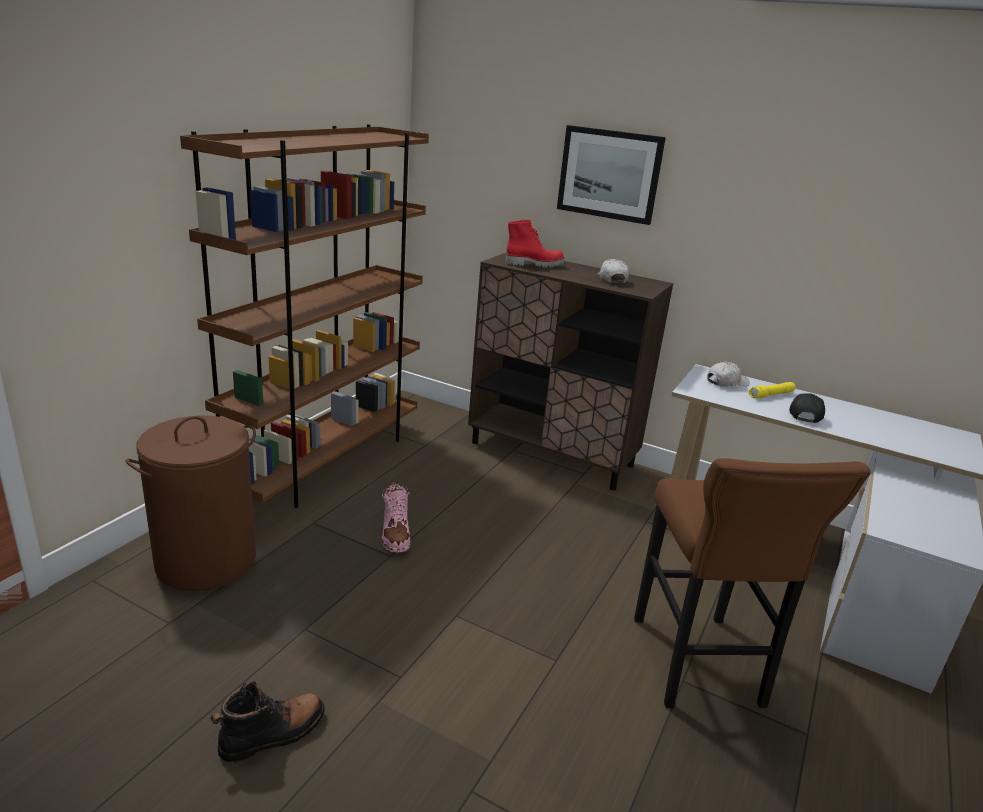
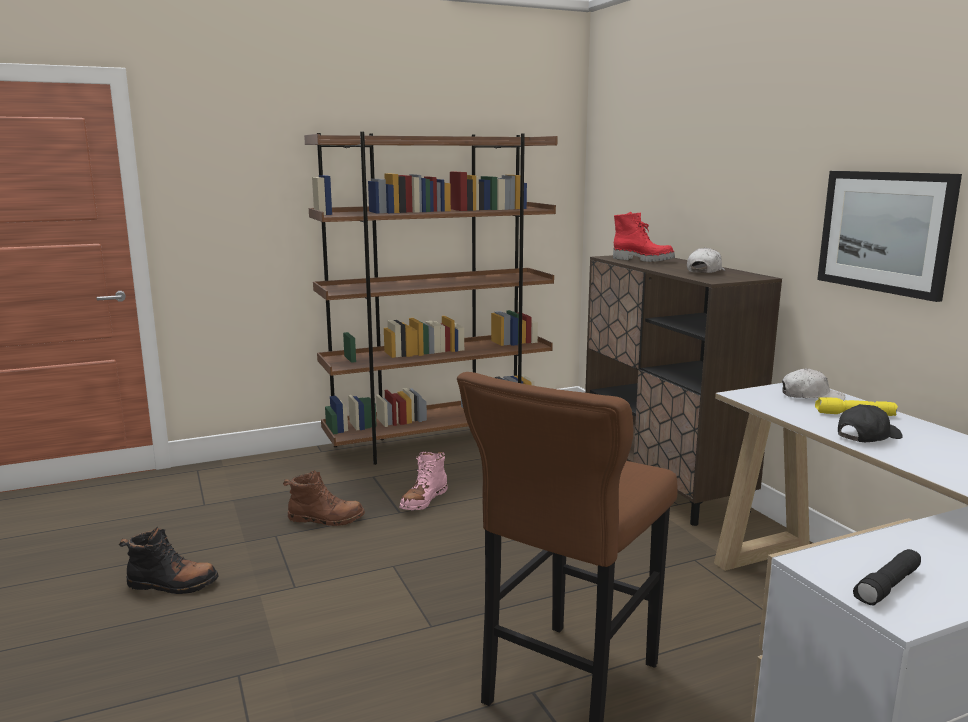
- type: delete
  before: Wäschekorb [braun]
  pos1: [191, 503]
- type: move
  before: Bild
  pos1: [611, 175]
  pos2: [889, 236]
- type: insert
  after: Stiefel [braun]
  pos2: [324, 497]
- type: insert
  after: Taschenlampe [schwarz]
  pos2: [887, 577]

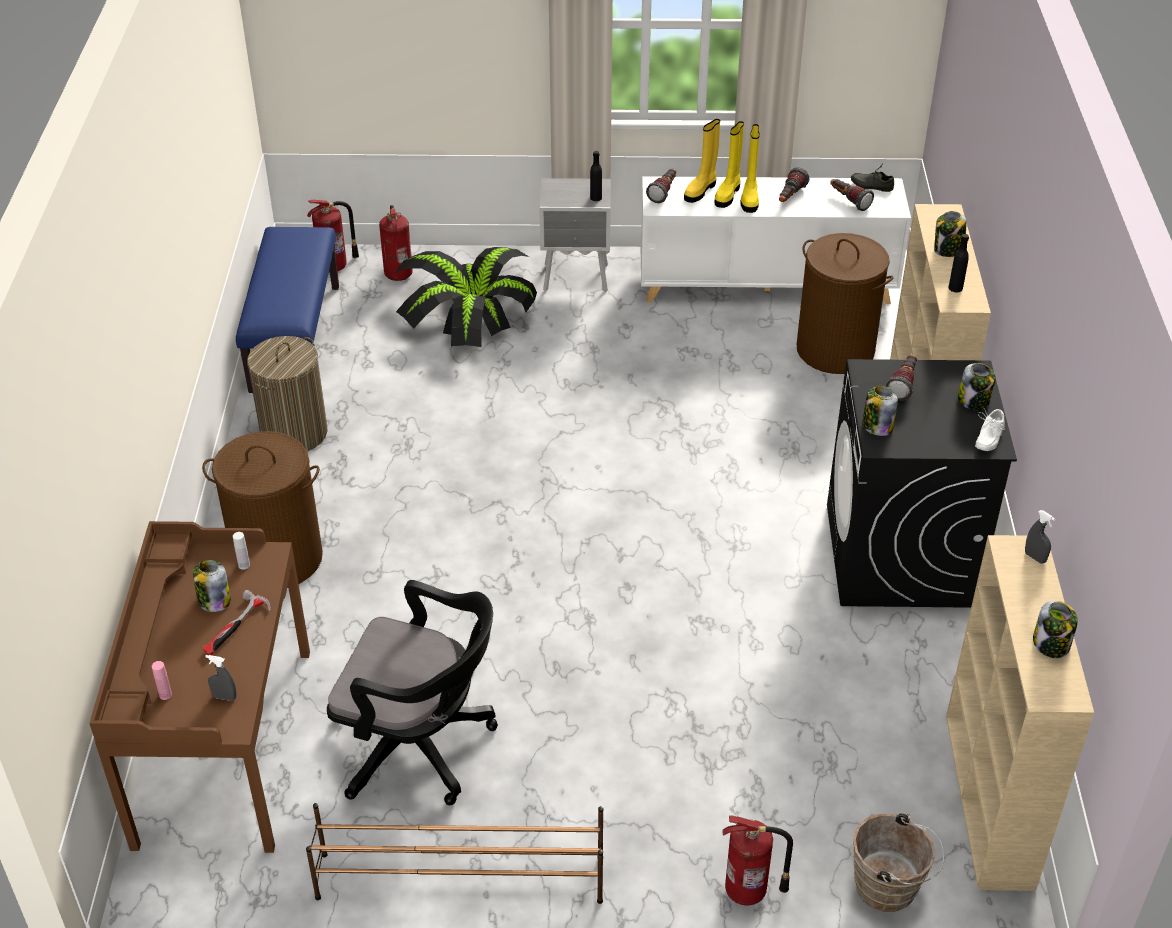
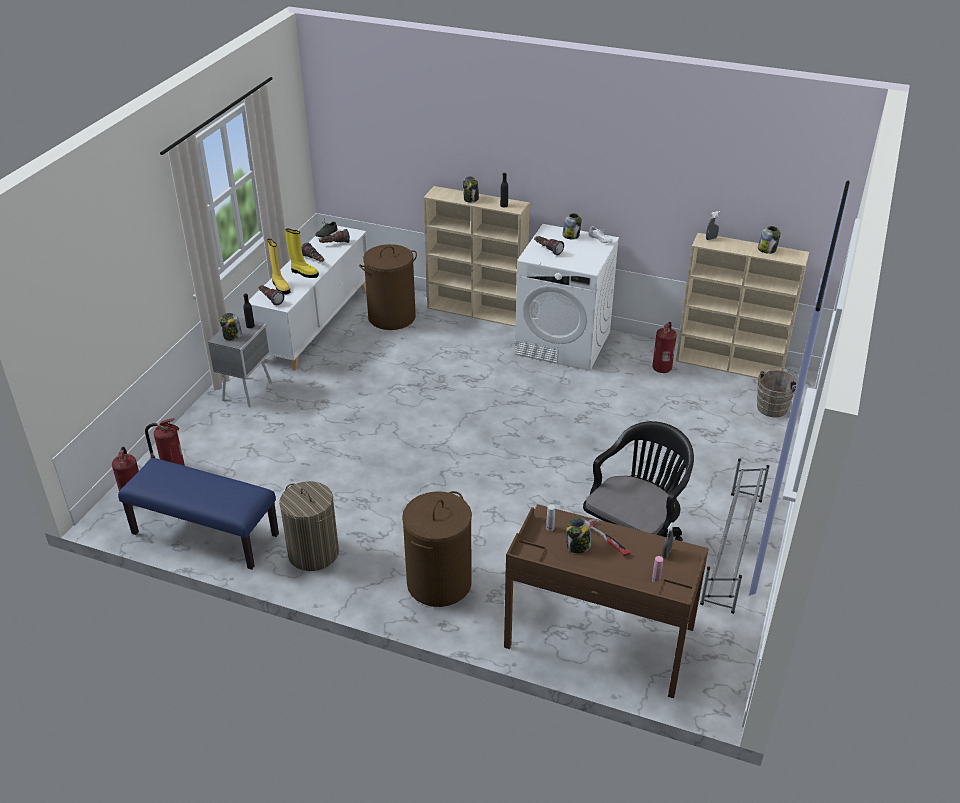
- type: recolor
  before: Schuhregal [braun]
  after: Schuhregal [grau]
  pos1: [455, 853]
  pos2: [735, 536]
- type: delete
  before: Topfpflanze
  pos1: [466, 297]
- type: delete
  before: Stiefel [gelb]
  pos1: [729, 164]
- type: move
  before: Feuerlöscher
  pos1: [757, 860]
  pos2: [664, 347]
- type: recolor
  before: Waschmaschine [schwarz]
  after: Waschmaschine [weiß]
  pos1: [922, 483]
  pos2: [567, 297]
- type: move
  before: Vorratsglas
  pos1: [880, 411]
  pos2: [231, 326]

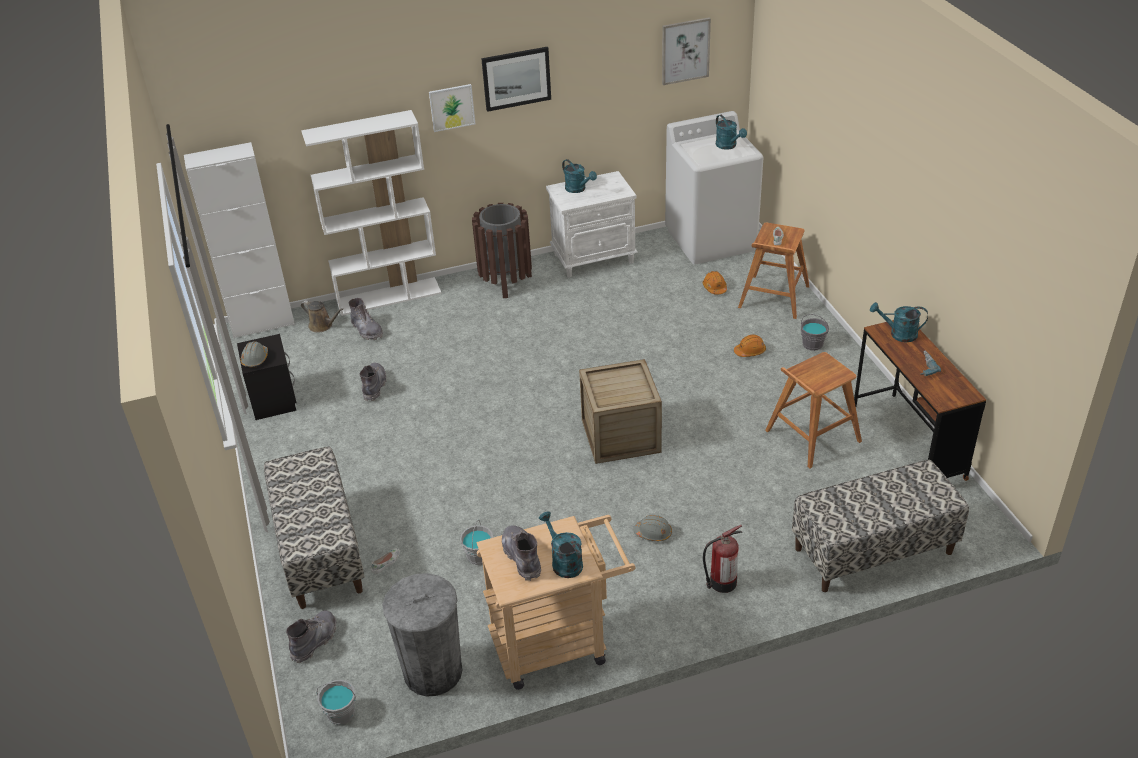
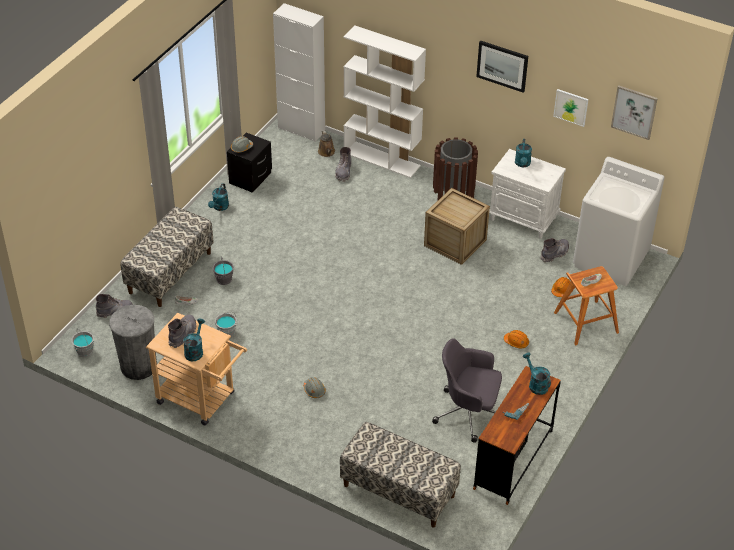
- type: move
  before: Stiefel [grau]
  pos1: [373, 382]
  pos2: [554, 250]
- type: move
  before: Bild
  pos1: [452, 108]
  pos2: [571, 108]
- type: move
  before: Kiste
  pos1: [620, 411]
  pos2: [457, 226]
- type: delete
  before: Feuerlöscher
  pos1: [722, 559]
- type: move
  before: Gießkanne [türkis]
  pos1: [731, 132]
  pos2: [218, 197]
- type: replace
  before: Hocker [braun]
  after: Bürostuhl [grau]
  pos1: [813, 410]
  pos2: [467, 391]
- type: move
  before: Eimer [grau]
  pos1: [815, 332]
  pos2: [223, 271]

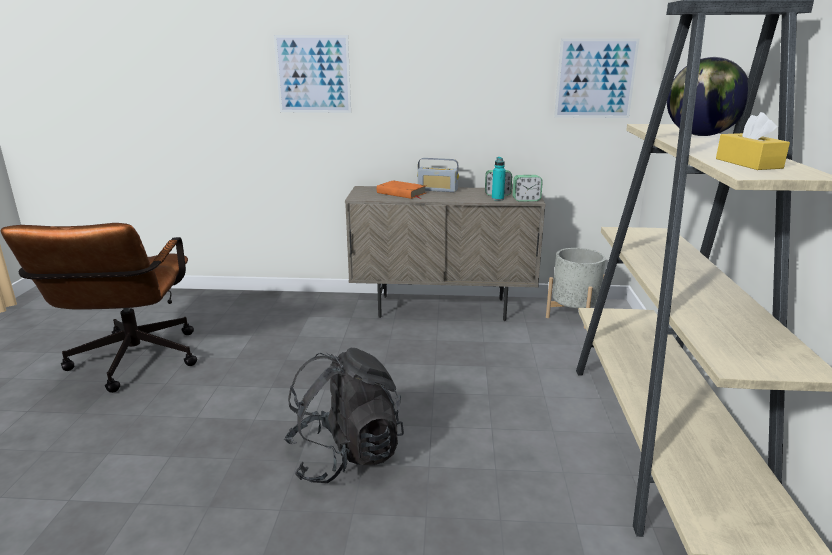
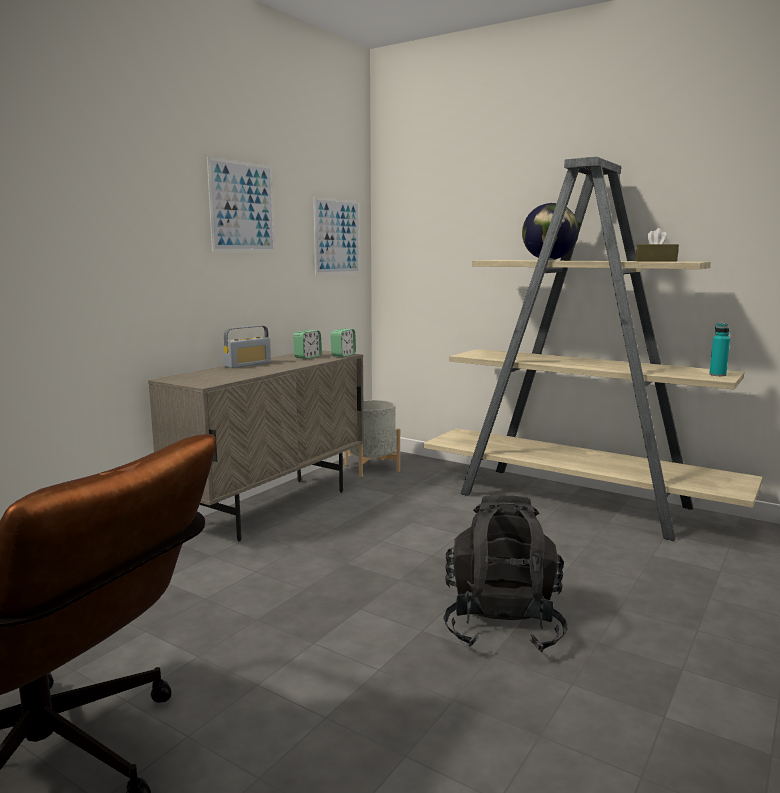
- type: move
  before: Bild
  pos1: [312, 74]
  pos2: [241, 204]
- type: delete
  before: Buch [orange]
  pos1: [401, 189]
- type: move
  before: Flasche [türkis]
  pos1: [499, 179]
  pos2: [719, 349]
- type: recolor
  before: Taschentuchbox [gelb]
  after: Taschentuchbox [braun]
  pos1: [753, 141]
  pos2: [657, 245]

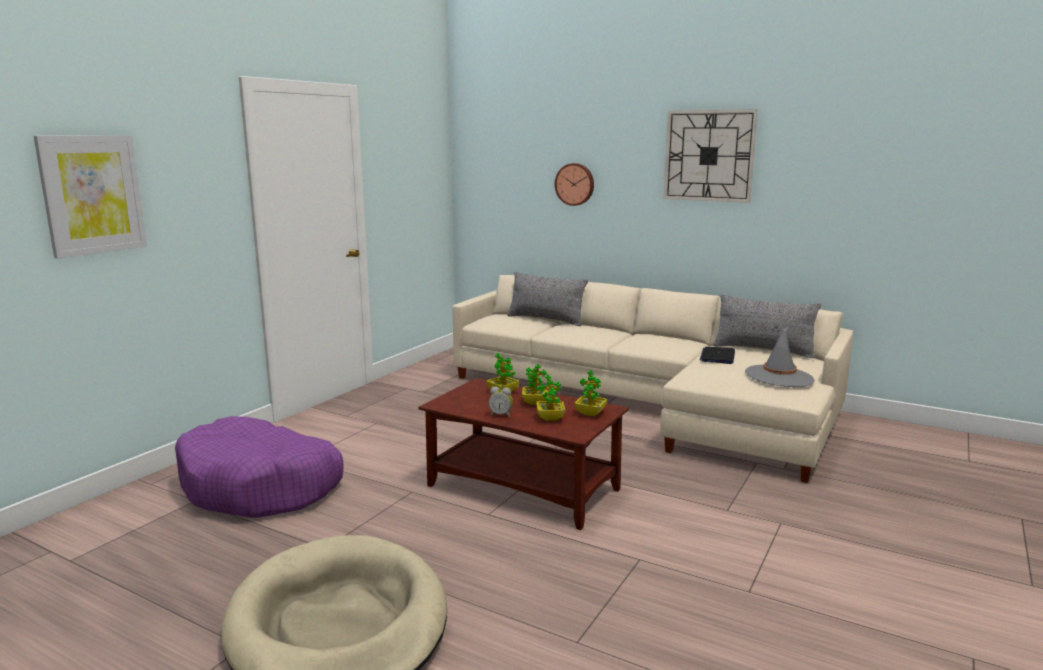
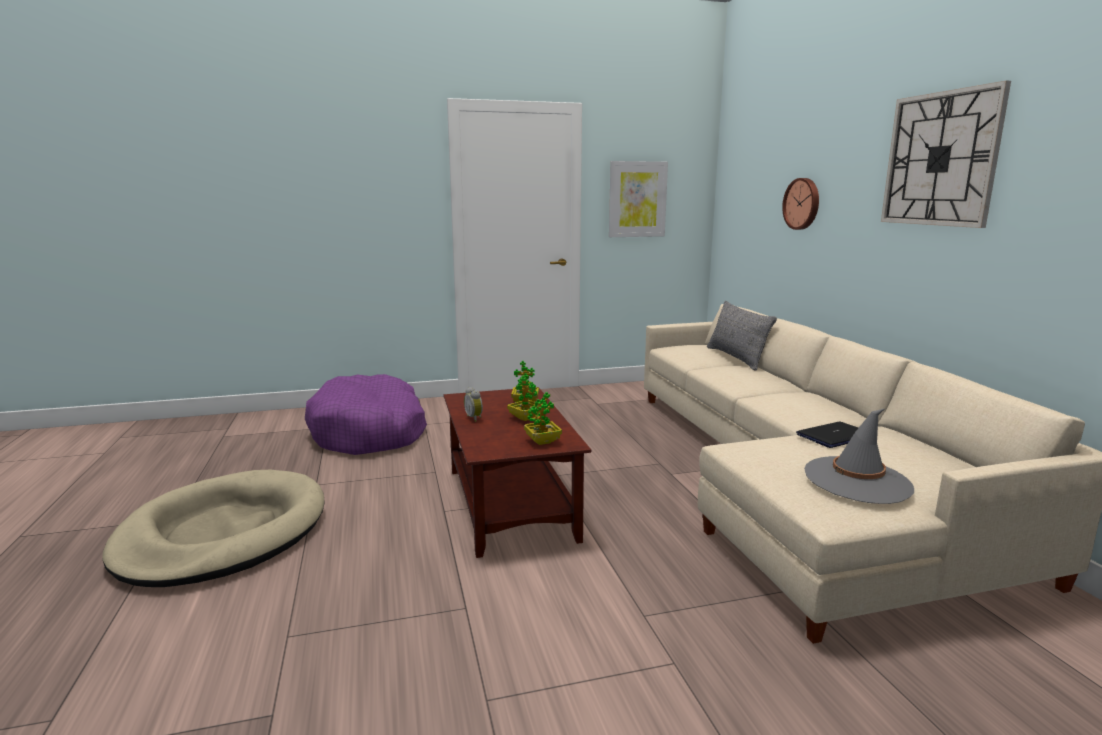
- type: move
  before: Bild
  pos1: [90, 197]
  pos2: [638, 199]
- type: delete
  before: Topfpflanze
  pos1: [550, 397]
- type: delete
  before: Kissen [grau]
  pos1: [767, 326]

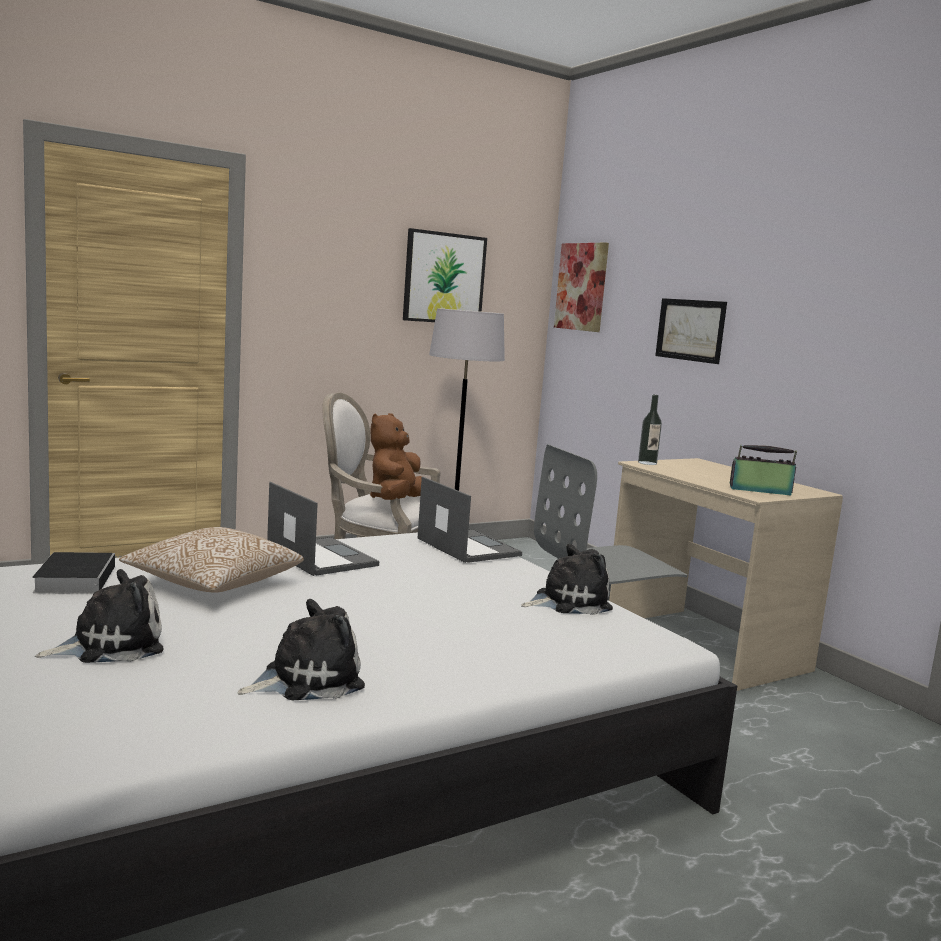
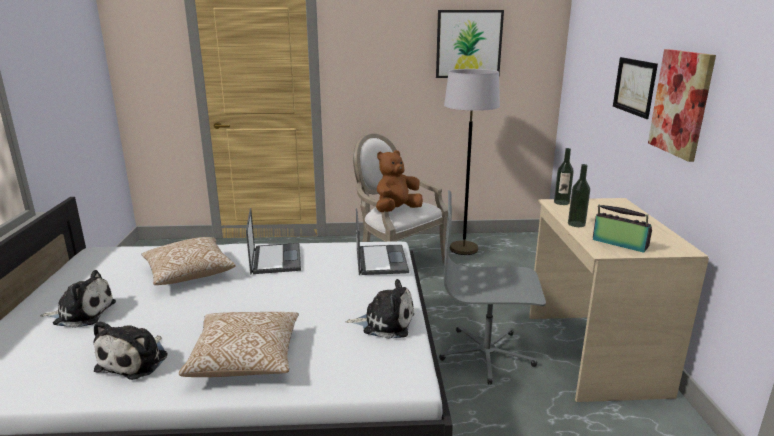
- type: delete
  before: Buch
  pos1: [73, 573]
- type: rotate
  before: Plüschtier
  pos1: [301, 649]
  pos2: [130, 350]
  turn: 105
- type: move
  before: Bild
  pos1: [581, 287]
  pos2: [682, 105]
- type: insert
  after: Kissen
  pos2: [239, 344]
- type: insert
  after: Flasche
  pos2: [579, 195]

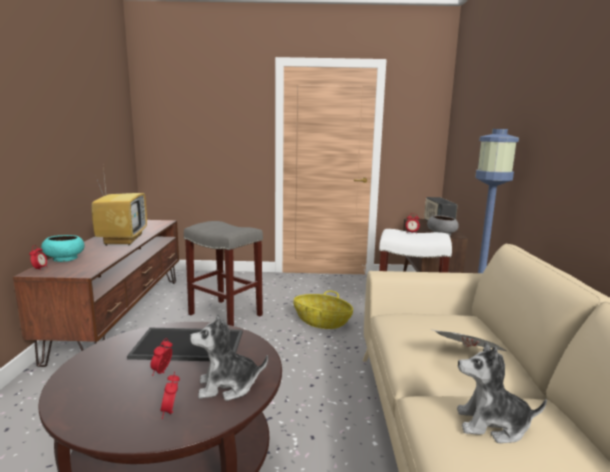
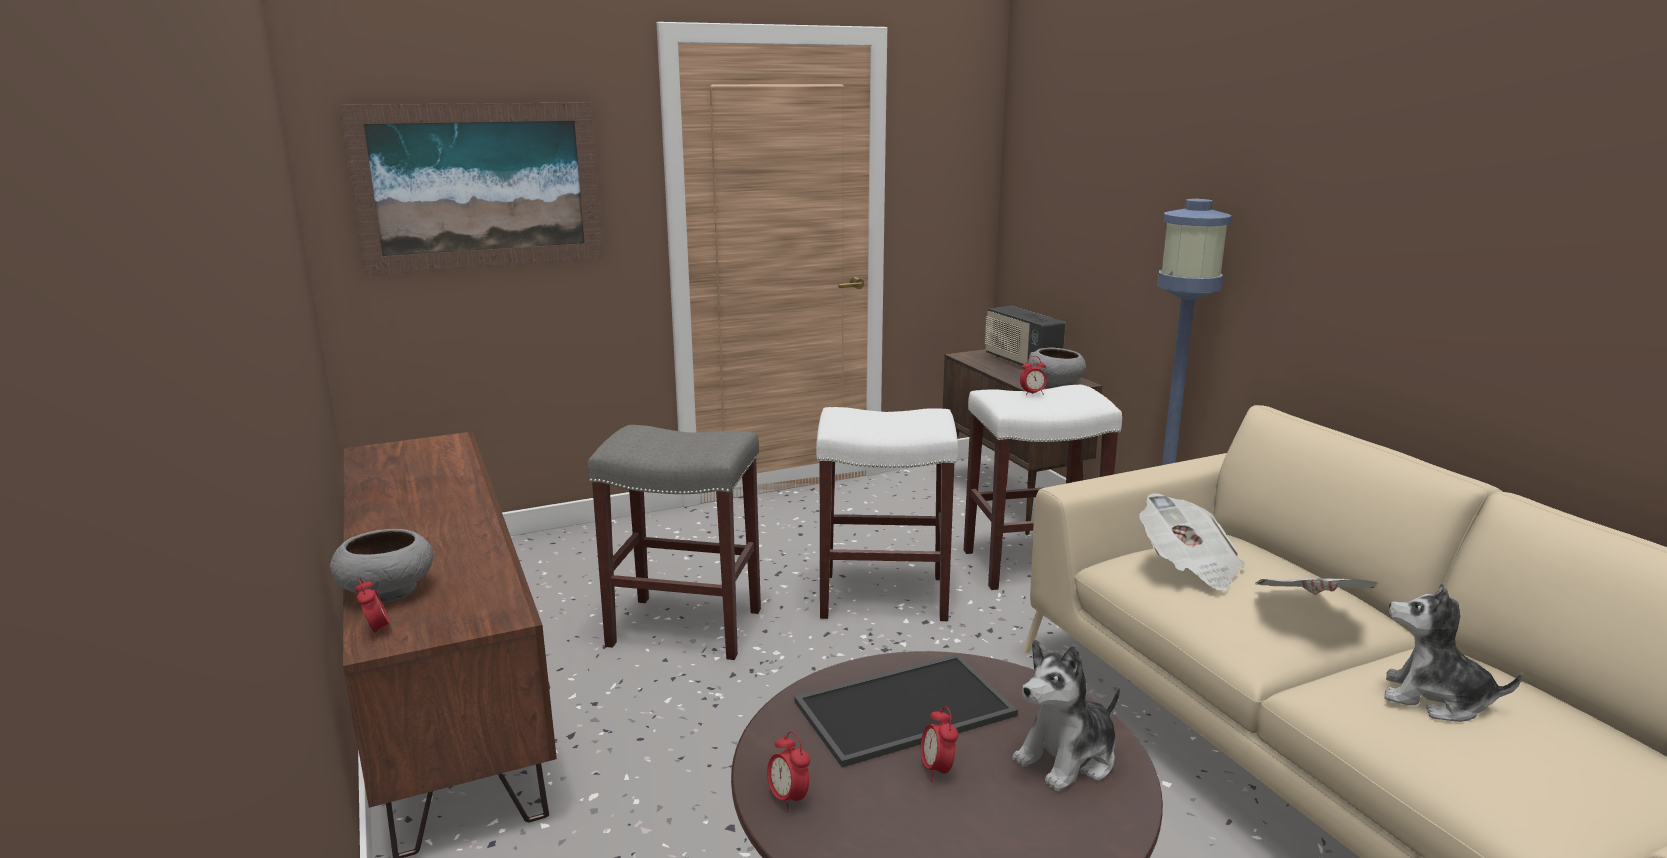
- type: recolor
  before: Schüssel [türkis]
  after: Schüssel [grau]
  pos1: [62, 248]
  pos2: [381, 566]
- type: delete
  before: Fernseher
  pos1: [119, 207]
- type: move
  before: Wecker
  pos1: [170, 395]
  pos2: [788, 771]
- type: replace
  before: Korb
  after: Hocker [weiß]
  pos1: [323, 310]
  pos2: [887, 514]
- type: rotate
  before: Plüschtier
  pos1: [502, 392]
  pos2: [1453, 652]
  turn: 45
- type: insert
  after: Bild
  pos2: [471, 188]
- type: insert
  after: Zeitung
  pos2: [1192, 542]

